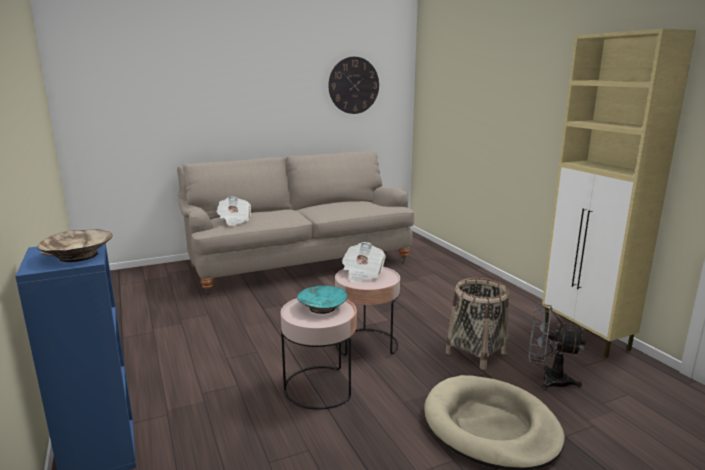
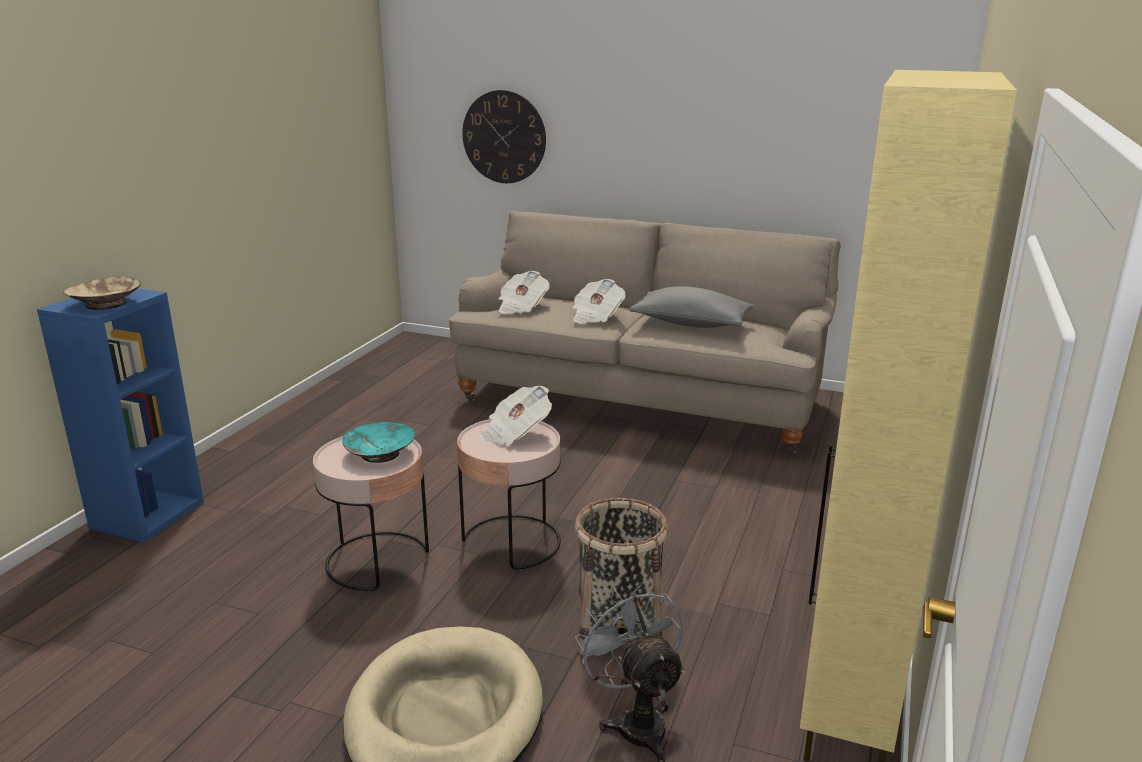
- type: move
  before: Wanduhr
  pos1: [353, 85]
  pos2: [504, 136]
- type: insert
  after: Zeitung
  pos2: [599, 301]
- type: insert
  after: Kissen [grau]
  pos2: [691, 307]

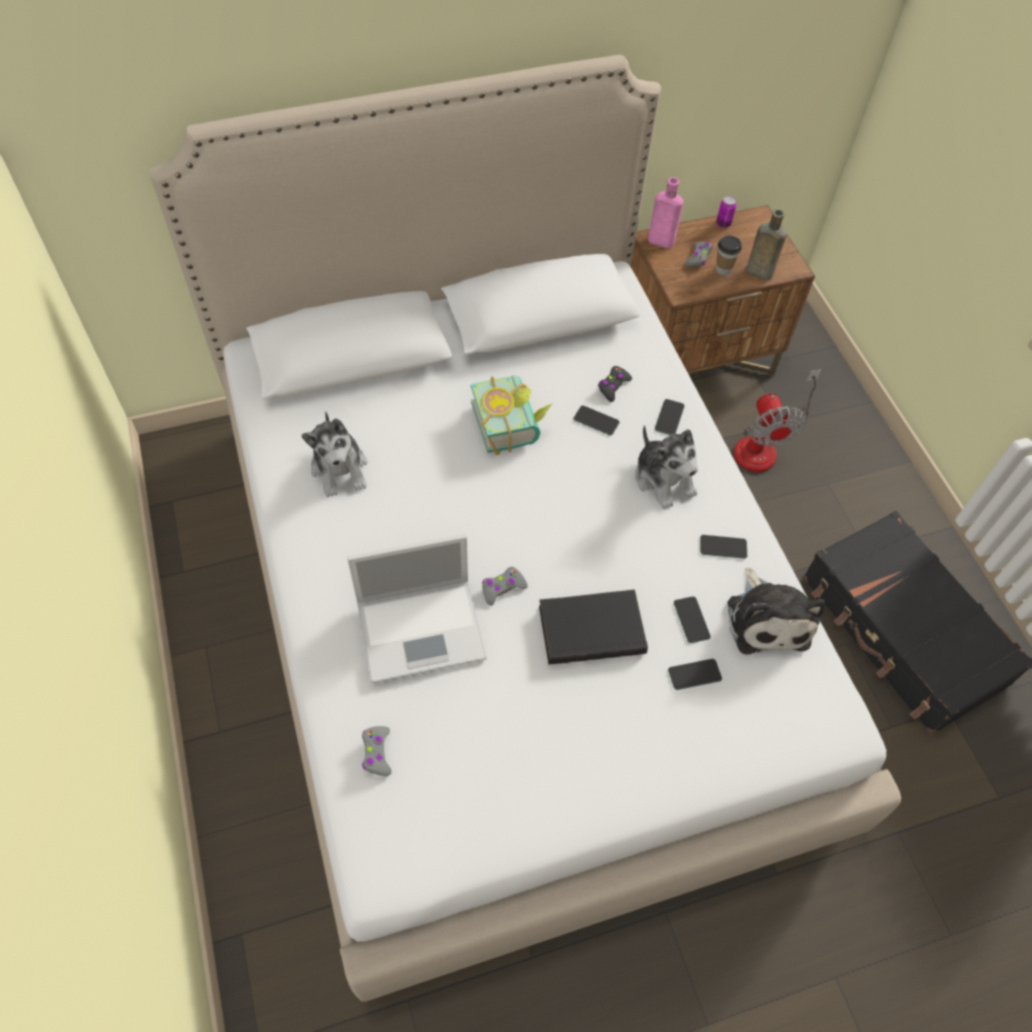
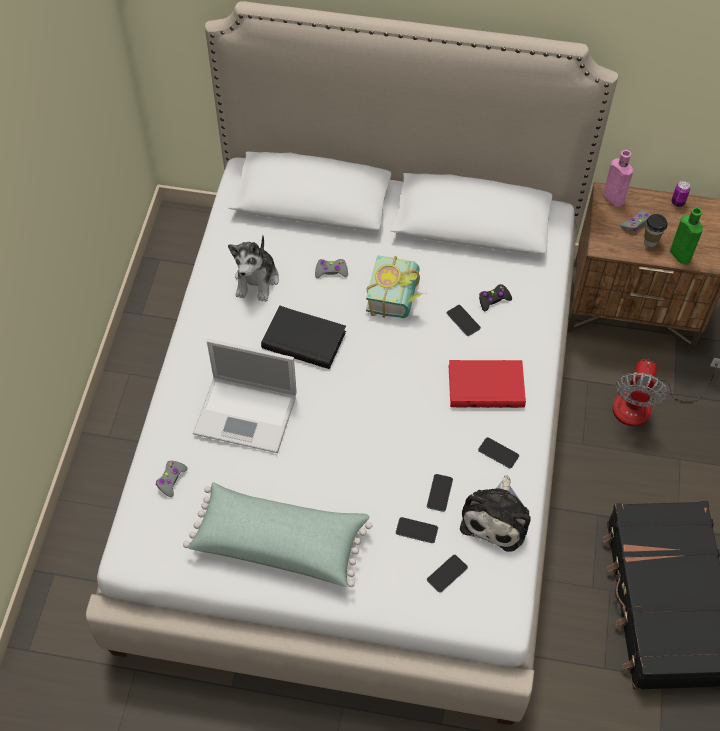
- type: move
  before: Gamepad [grau]
  pos1: [505, 586]
  pos2: [331, 268]
- type: move
  before: Buch [schwarz]
  pos1: [593, 627]
  pos2: [303, 337]
- type: replace
  before: Plüschtier
  after: Buch [rot]
  pos1: [666, 467]
  pos2: [487, 384]
- type: move
  before: Handy
  pos1: [670, 417]
  pos2: [447, 574]
- type: recolor
  before: Flasche [braun]
  after: Flasche [grün]
  pos1: [766, 245]
  pos2: [686, 235]
- type: insert
  after: Kissen [grün]
  pos2: [277, 534]

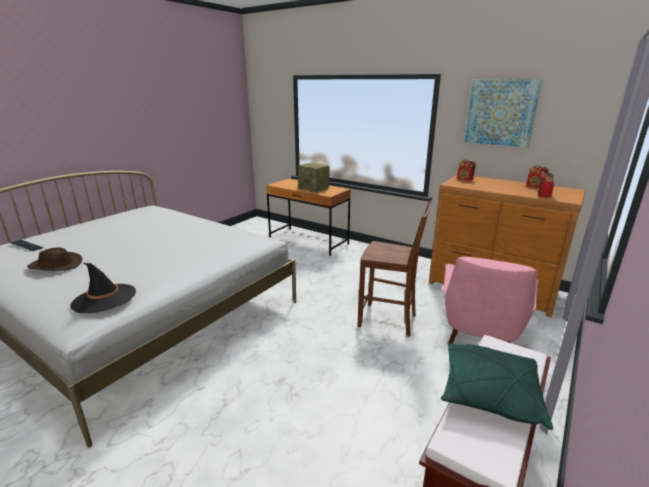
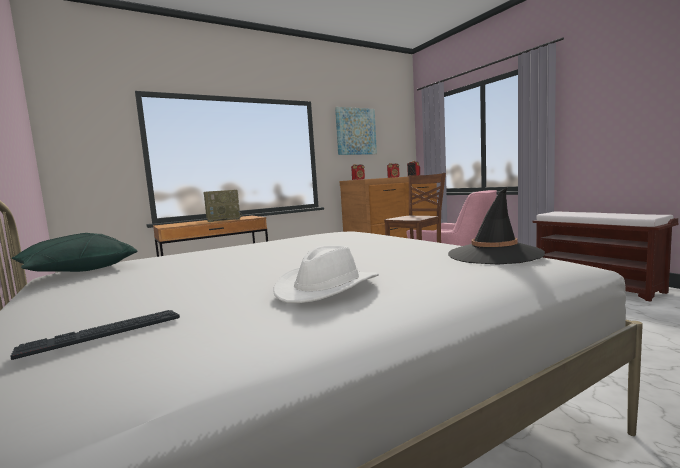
- type: recolor
  before: Hut [braun]
  after: Hut [weiß]
  pos1: [54, 259]
  pos2: [326, 274]
- type: move
  before: Kissen [grün]
  pos1: [497, 386]
  pos2: [74, 252]

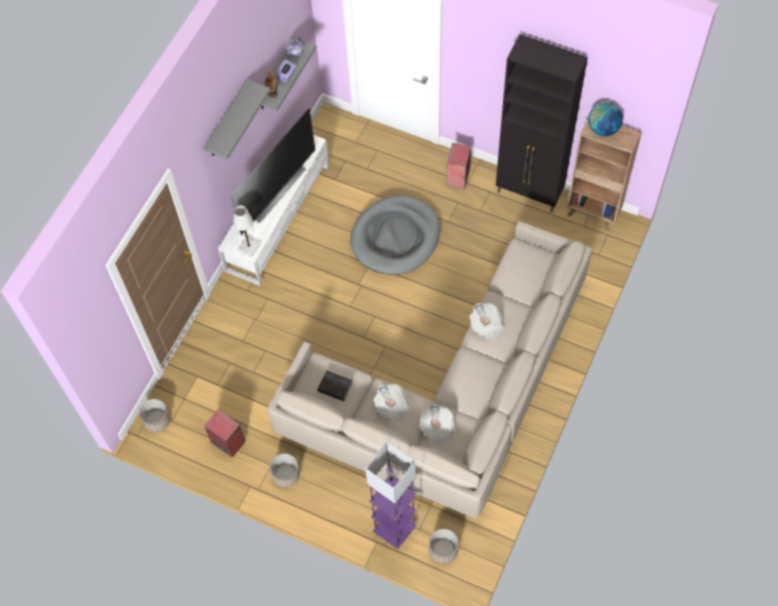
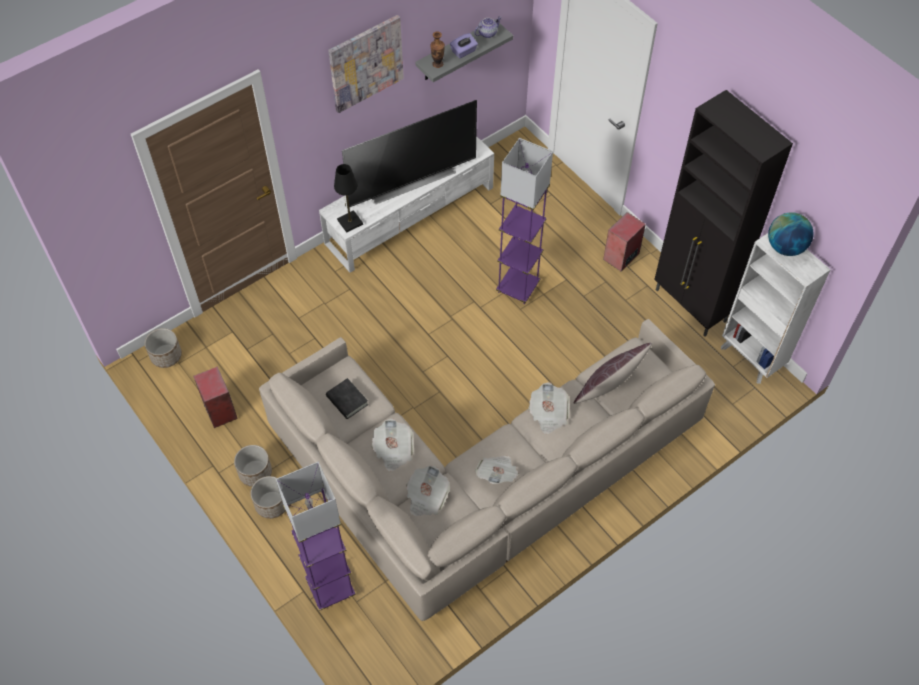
- type: replace
  before: Wandregal [grau]
  after: Bild
  pos1: [236, 119]
  pos2: [366, 64]
- type: recolor
  before: Tischlampe [weiß]
  after: Tischlampe [schwarz]
  pos1: [246, 231]
  pos2: [348, 198]
- type: replace
  before: Hundebett [grau]
  after: Stehlampe [lila]
  pos1: [395, 235]
  pos2: [524, 221]
- type: move
  before: Pflanzkübel
  pos1: [444, 546]
  pos2: [267, 497]
- type: recolor
  before: Bücherregal [braun]
  after: Bücherregal [weiß]
  pos1: [604, 175]
  pos2: [776, 308]
- type: insert
  after: Zeitung
  pos2: [497, 470]
- type: insert
  after: Kissen [braun]
  pos2: [613, 373]

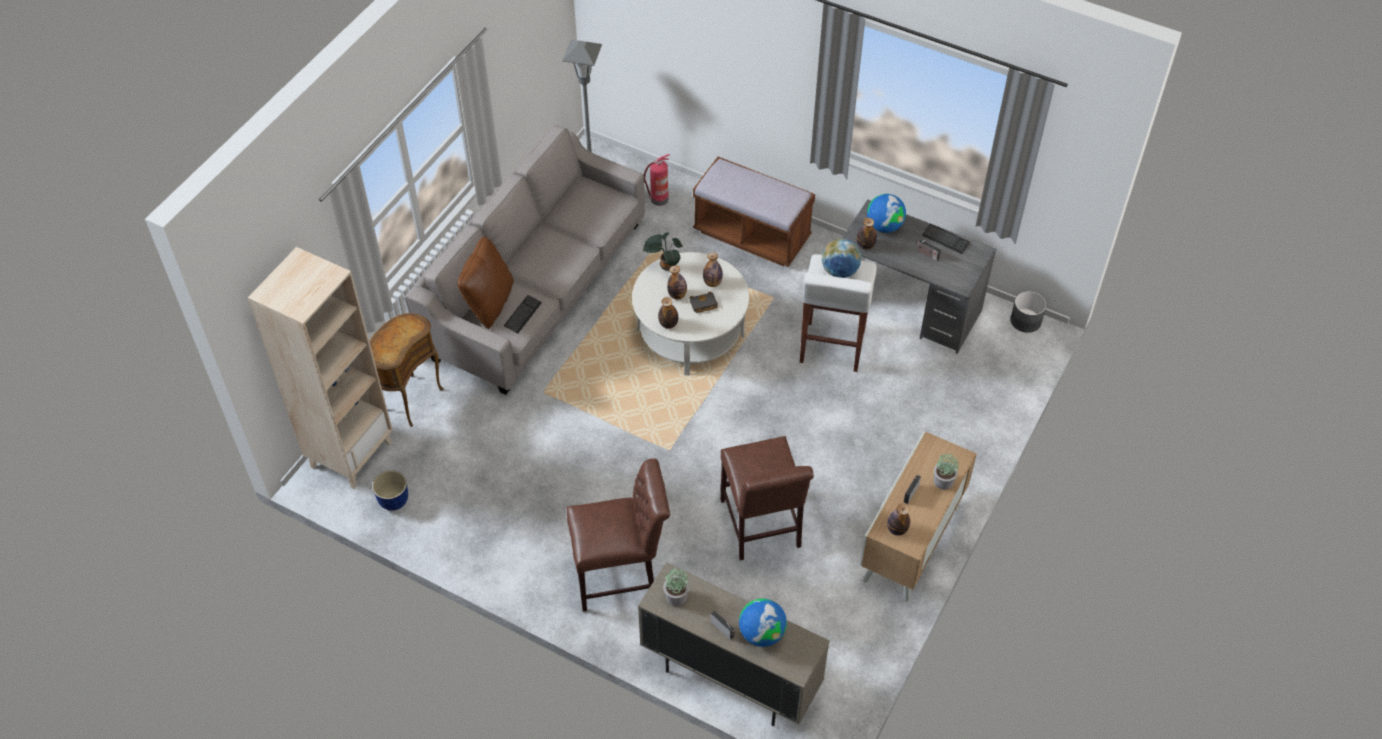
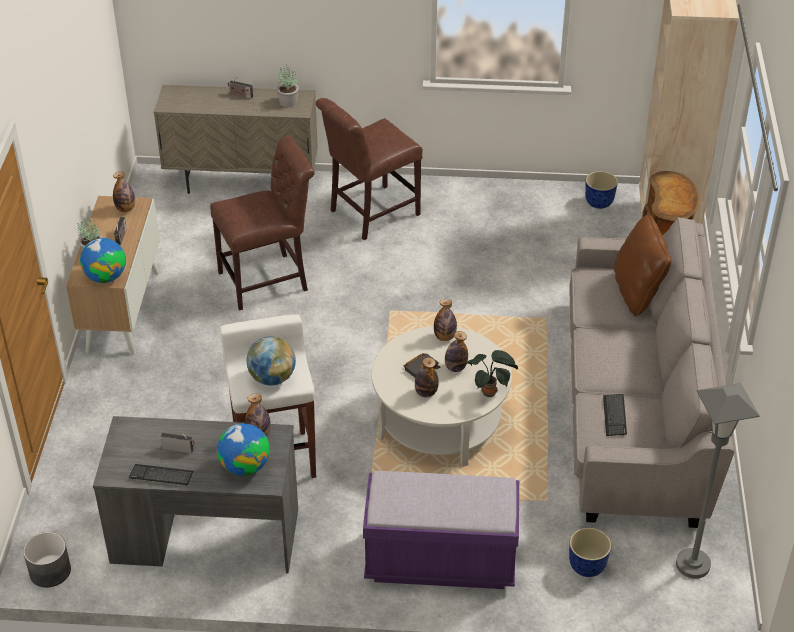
- type: move
  before: Tastatur
  pos1: [523, 314]
  pos2: [615, 415]
- type: replace
  before: Feuerlöscher
  after: Pflanzkübel
  pos1: [657, 180]
  pos2: [590, 552]
- type: recolor
  before: Bank [braun]
  after: Bank [lila]
  pos1: [754, 212]
  pos2: [441, 530]
- type: rotate
  before: Stuhl [braun]
  pos1: [767, 498]
  pos2: [262, 223]
  turn: 105
- type: move
  before: Globus
  pos1: [763, 622]
  pos2: [103, 260]

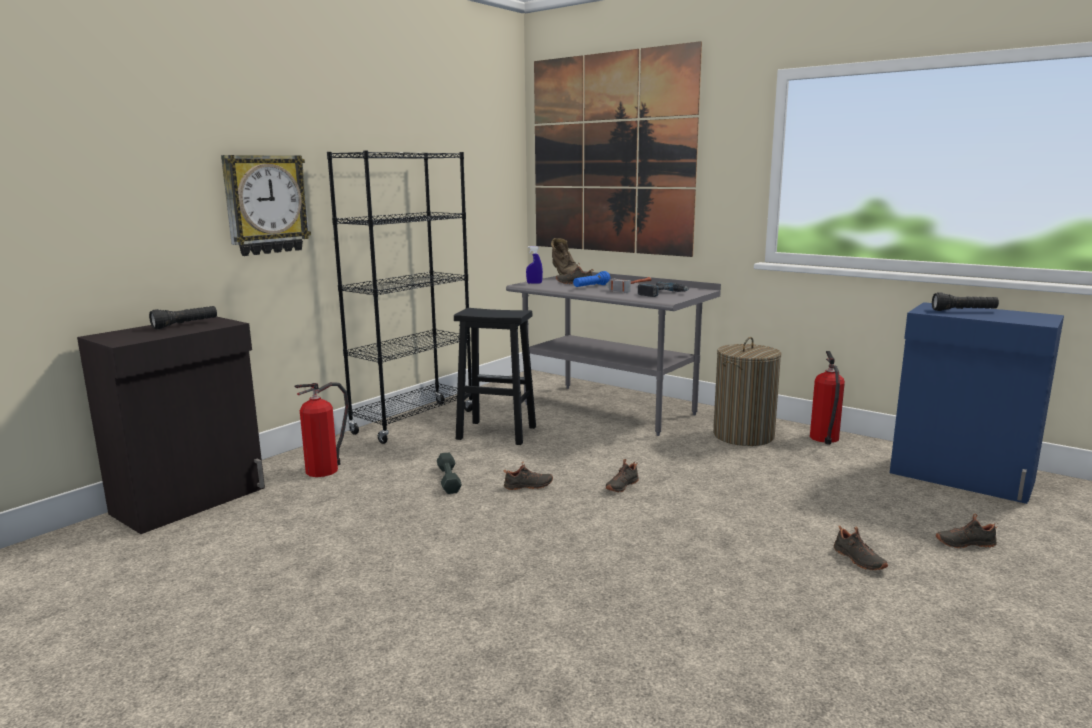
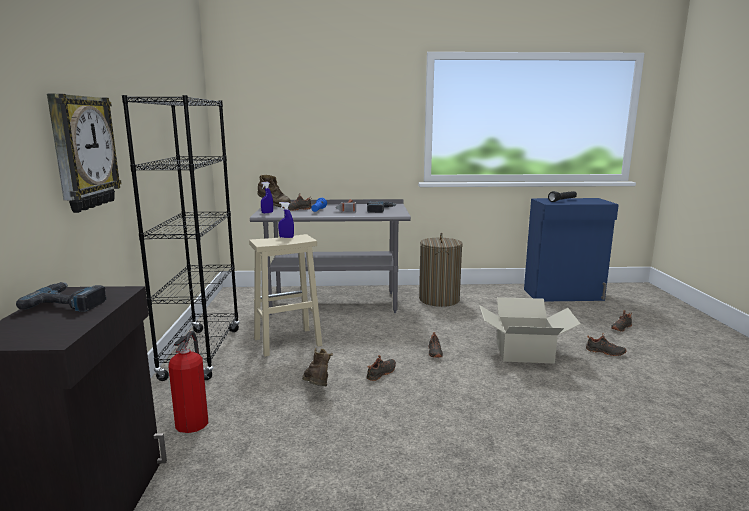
- type: replace
  before: Taschenlampe [schwarz]
  after: Bohrmaschine
  pos1: [183, 317]
  pos2: [61, 297]
- type: replace
  before: Hantel [grau]
  after: Stiefel [braun]
  pos1: [449, 473]
  pos2: [317, 367]
- type: recolor
  before: Hocker [schwarz]
  after: Hocker [beige]
  pos1: [495, 376]
  pos2: [285, 295]
- type: delete
  before: Bild
  pos1: [618, 149]
- type: delete
  before: Feuerlöscher
  pos1: [827, 398]
- type: insert
  after: Sprühflasche [blau]
  pos2: [286, 220]
- type: insert
  after: Karton
  pos2: [530, 330]

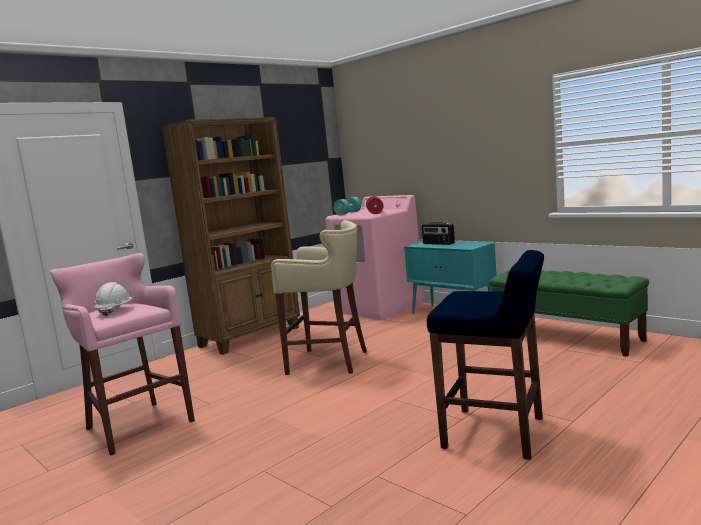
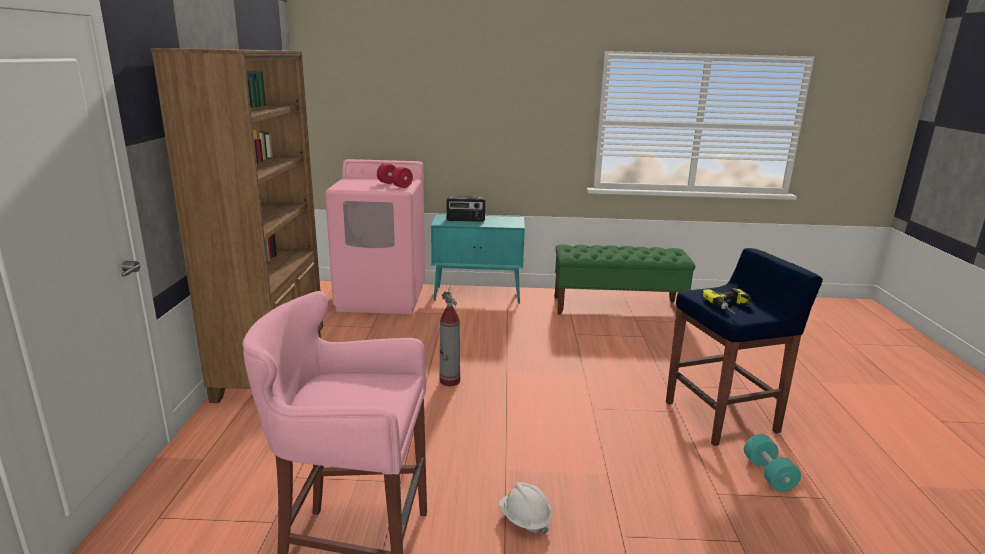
- type: move
  before: Schutzhelm [weiß]
  pos1: [113, 299]
  pos2: [525, 508]
- type: replace
  before: Hocker [beige]
  after: Feuerlöscher
  pos1: [319, 297]
  pos2: [450, 337]
- type: move
  before: Hantel [türkis]
  pos1: [347, 206]
  pos2: [772, 463]
- type: insert
  after: Bohrmaschine
  pos2: [726, 301]

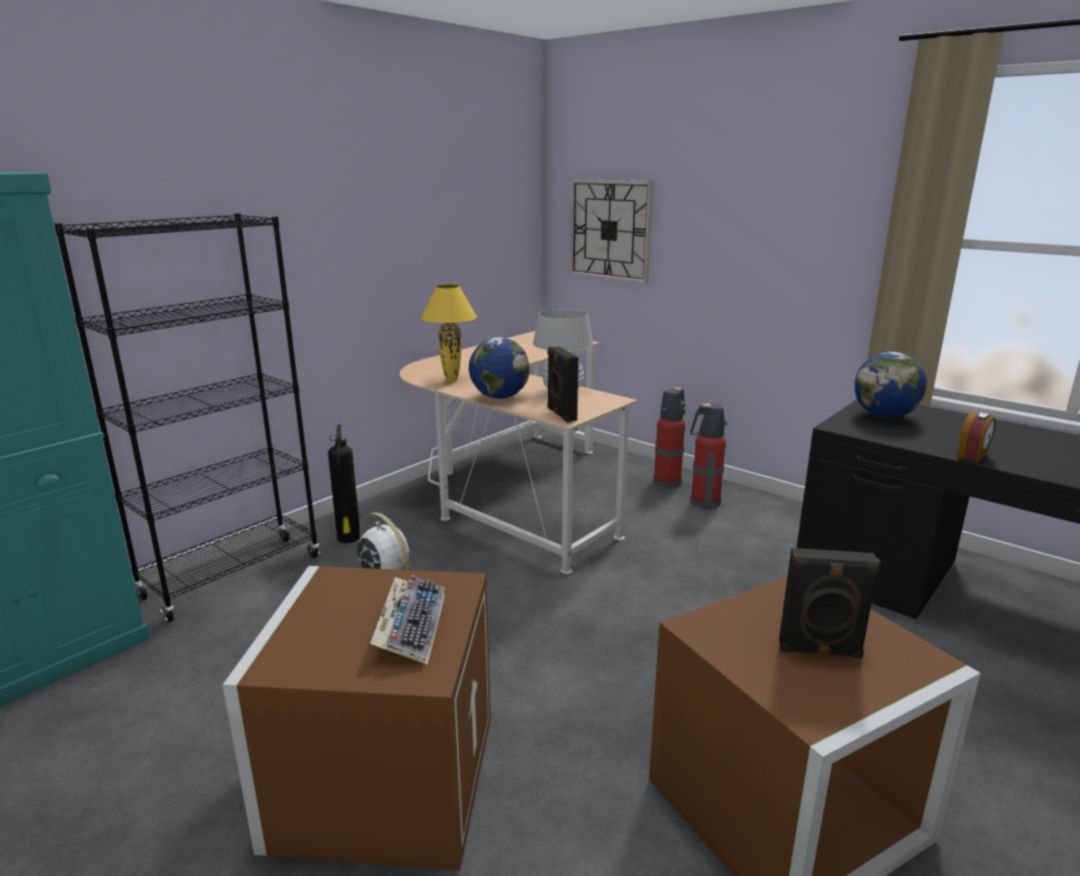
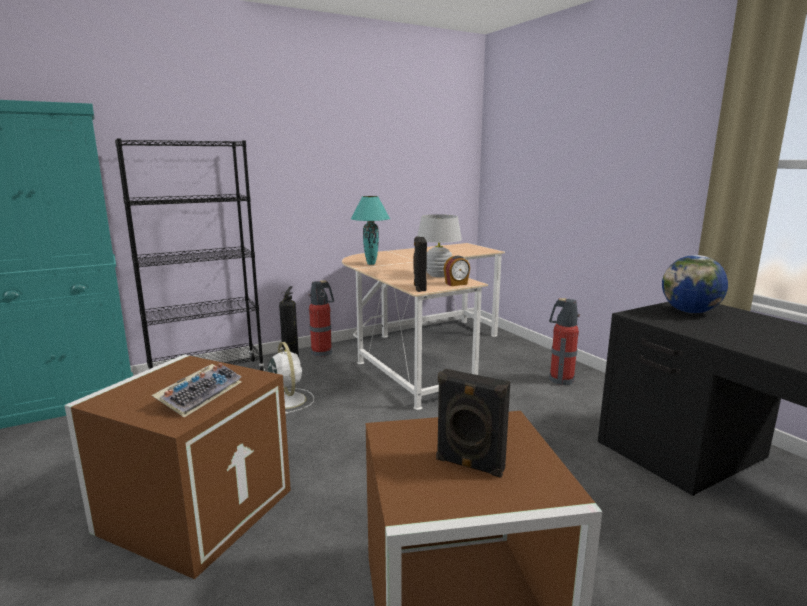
- type: recolor
  before: Tischlampe [gelb]
  after: Tischlampe [türkis]
  pos1: [449, 333]
  pos2: [370, 230]
- type: delete
  before: Globus
  pos1: [499, 368]
- type: delete
  before: Wanduhr
  pos1: [611, 231]
- type: move
  before: Feuerlöscher
  pos1: [669, 437]
  pos2: [321, 318]
- type: move
  before: Wecker
  pos1: [976, 437]
  pos2: [457, 271]

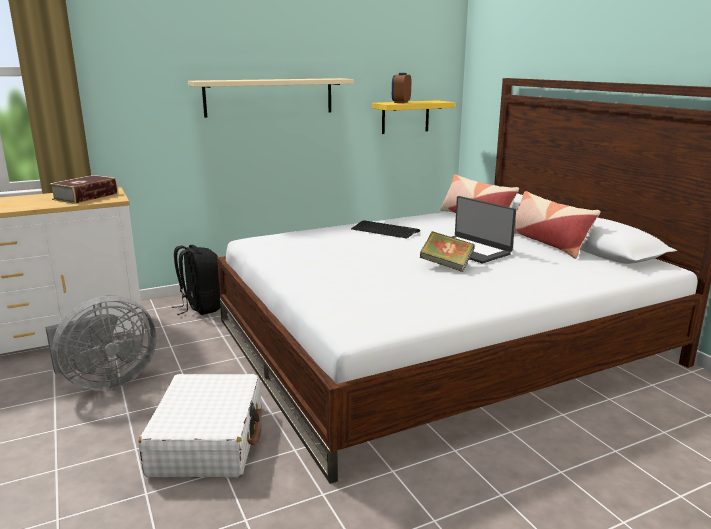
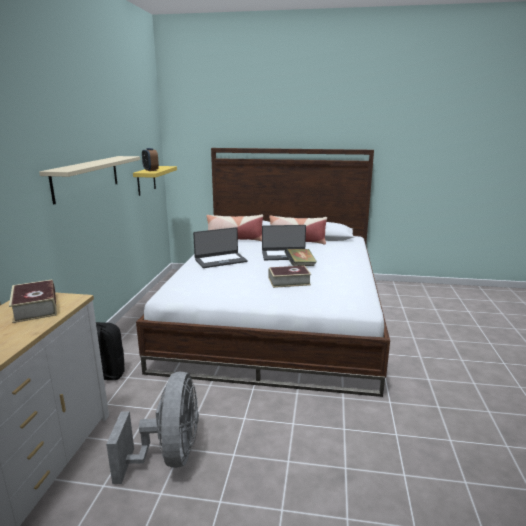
- type: delete
  before: Koffer [weiß]
  pos1: [200, 426]
- type: replace
  before: Tastatur
  after: Laptop
  pos1: [385, 229]
  pos2: [220, 247]
- type: insert
  after: Buch
  pos2: [290, 276]

